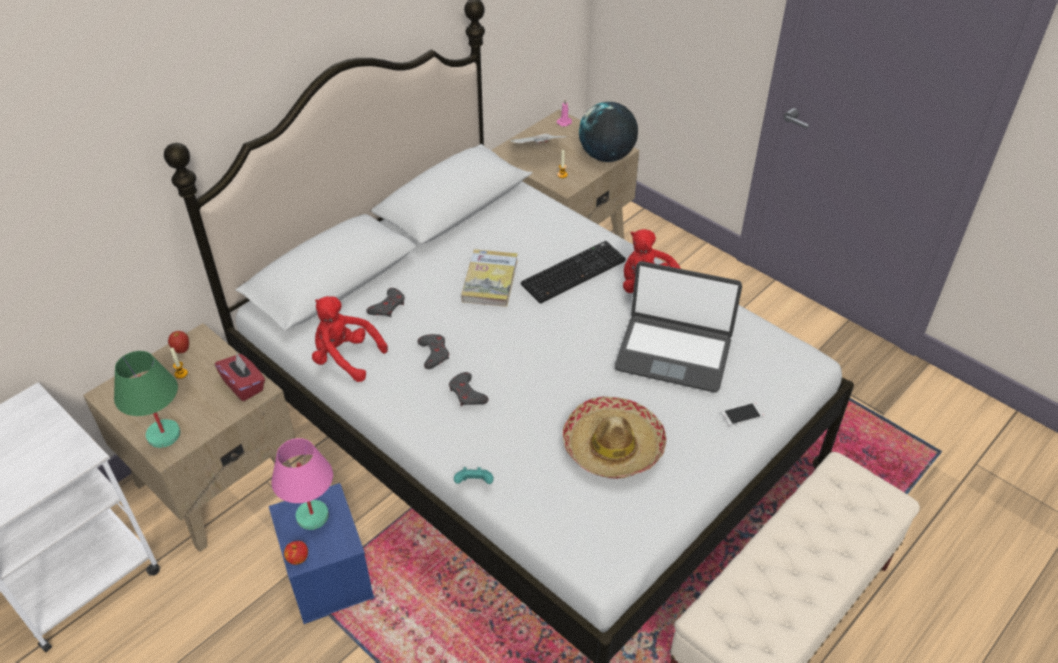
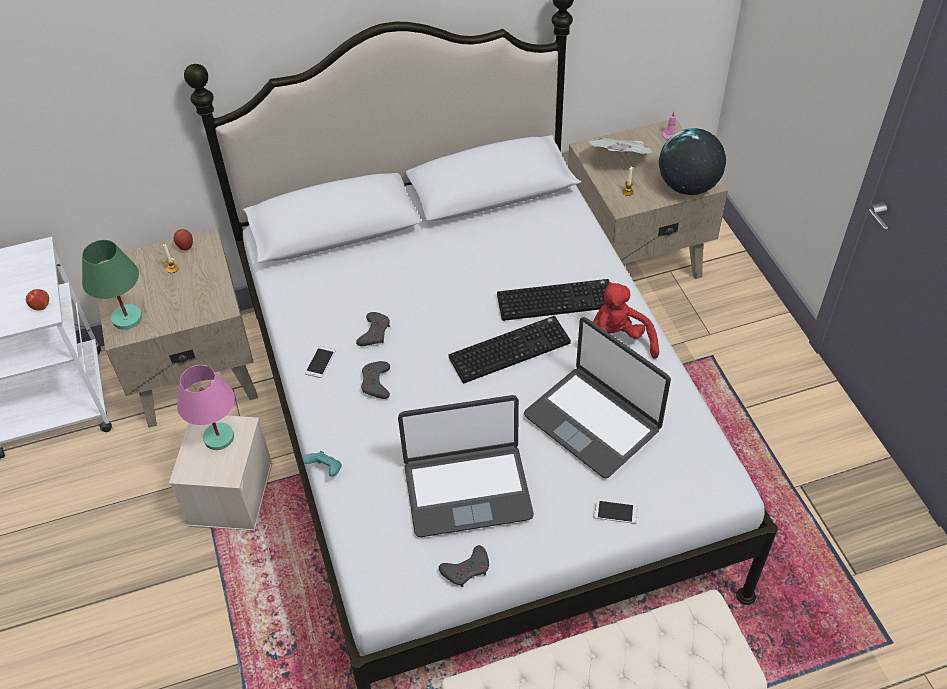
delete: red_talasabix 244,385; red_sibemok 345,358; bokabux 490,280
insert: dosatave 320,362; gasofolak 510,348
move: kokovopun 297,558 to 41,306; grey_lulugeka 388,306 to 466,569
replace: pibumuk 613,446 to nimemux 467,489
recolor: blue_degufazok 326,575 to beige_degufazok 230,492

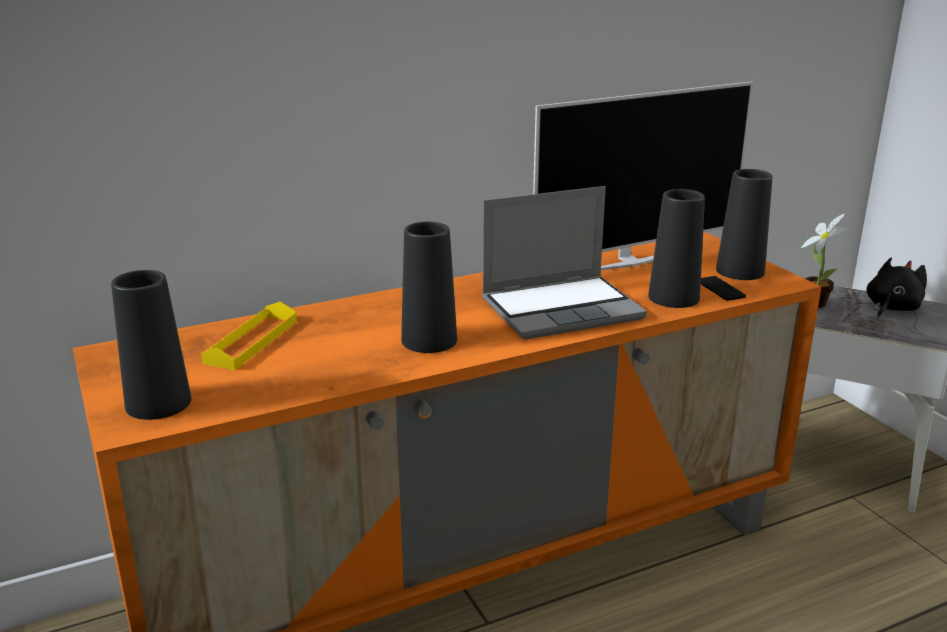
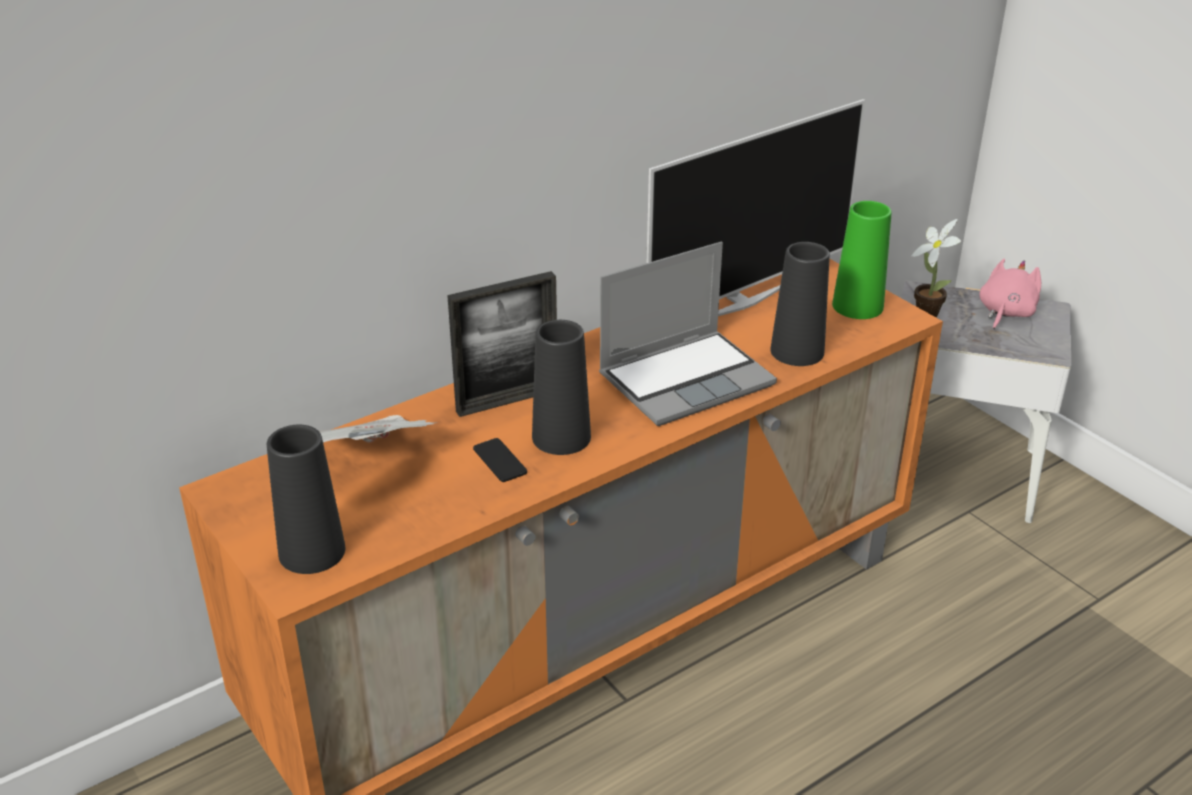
insert: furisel 507,400
move: dosatave 720,289 to 500,461
replace: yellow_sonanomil 251,341 to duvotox 373,458
recolor: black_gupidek 740,271 to green_gupidek 857,306; black_sibemok 891,308 to pink_sibemok 1005,313

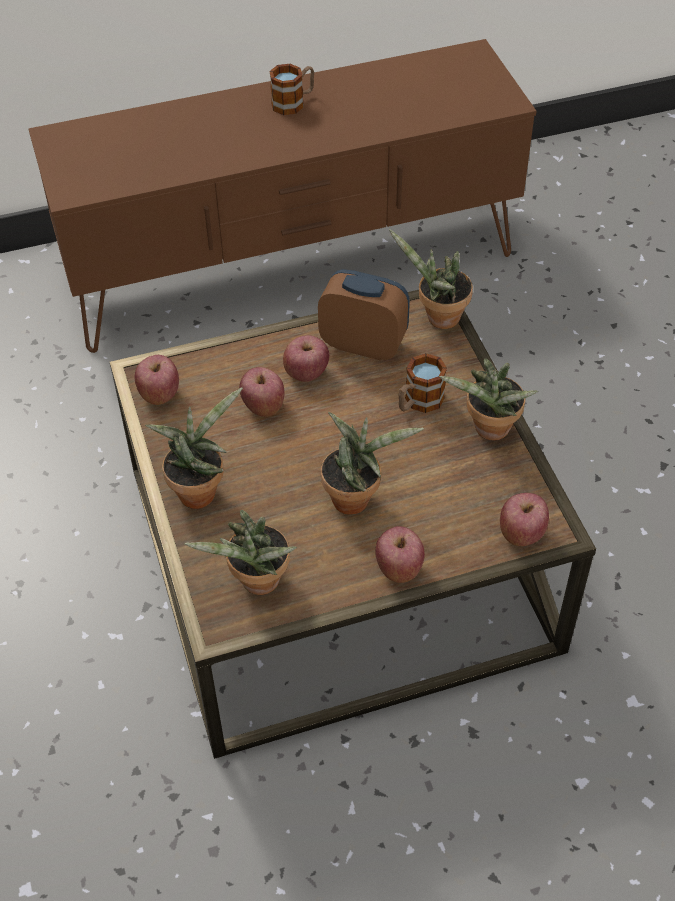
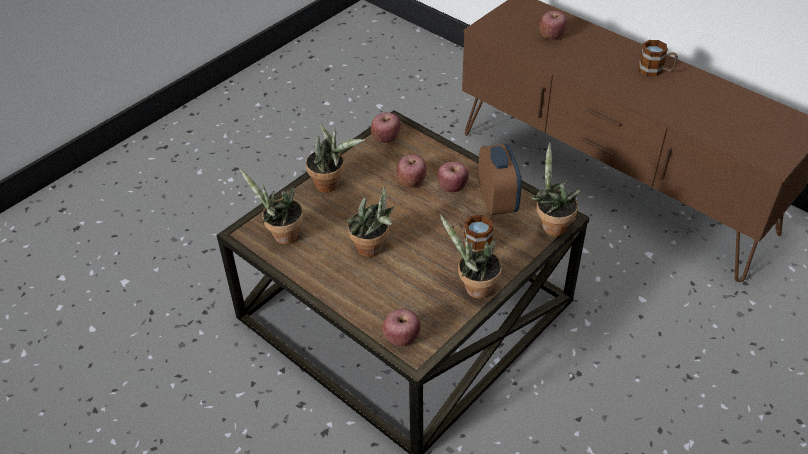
move: kokovopun 399,568 to 551,35

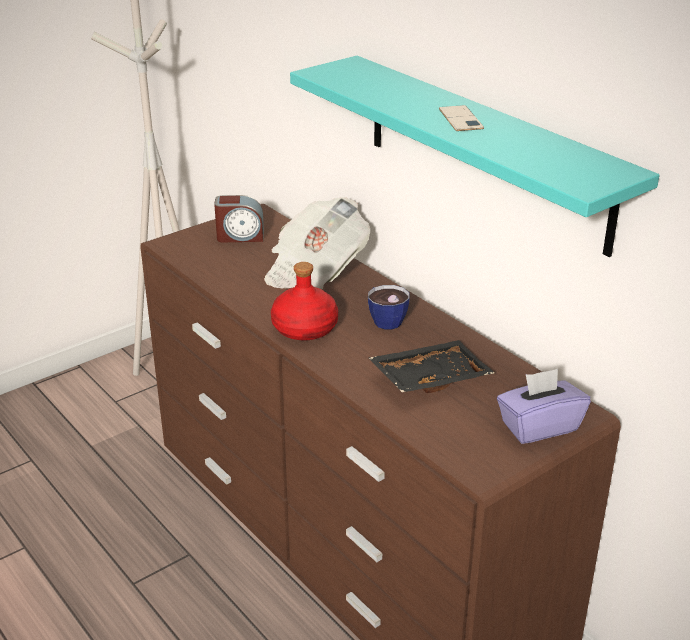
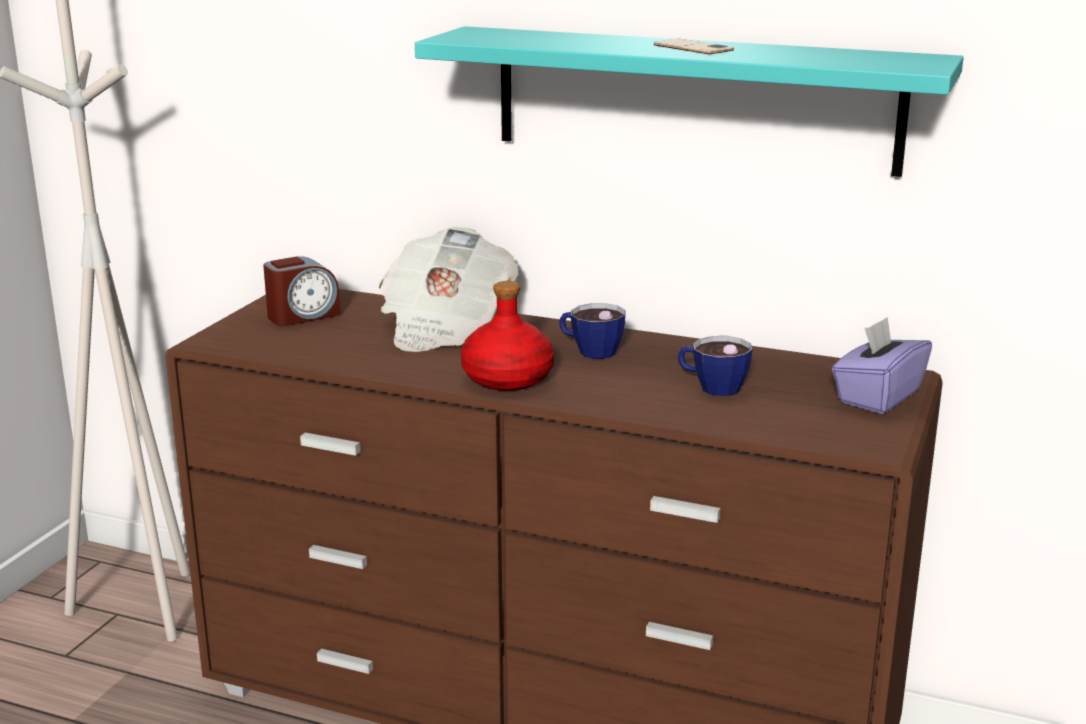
replace: black_sonanomil 429,378 to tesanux 711,386

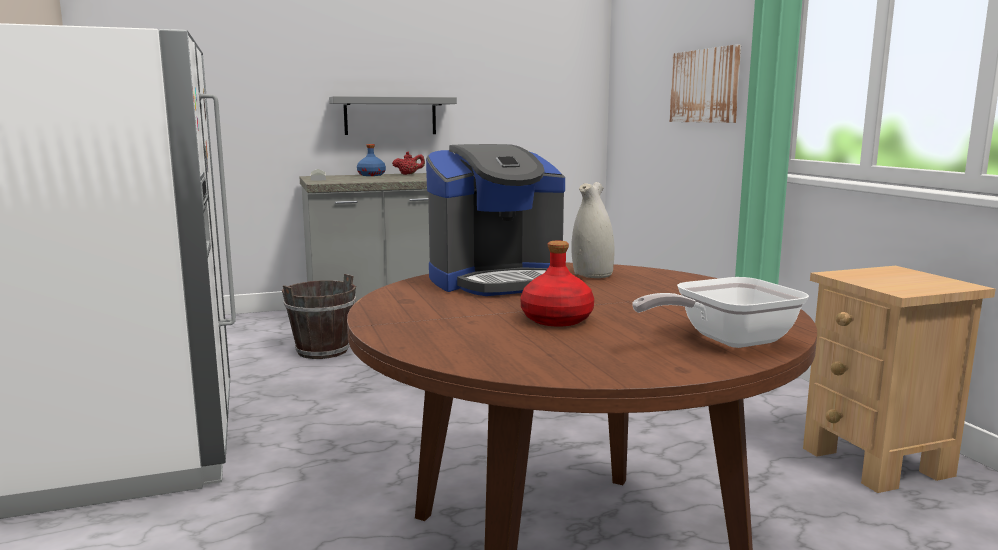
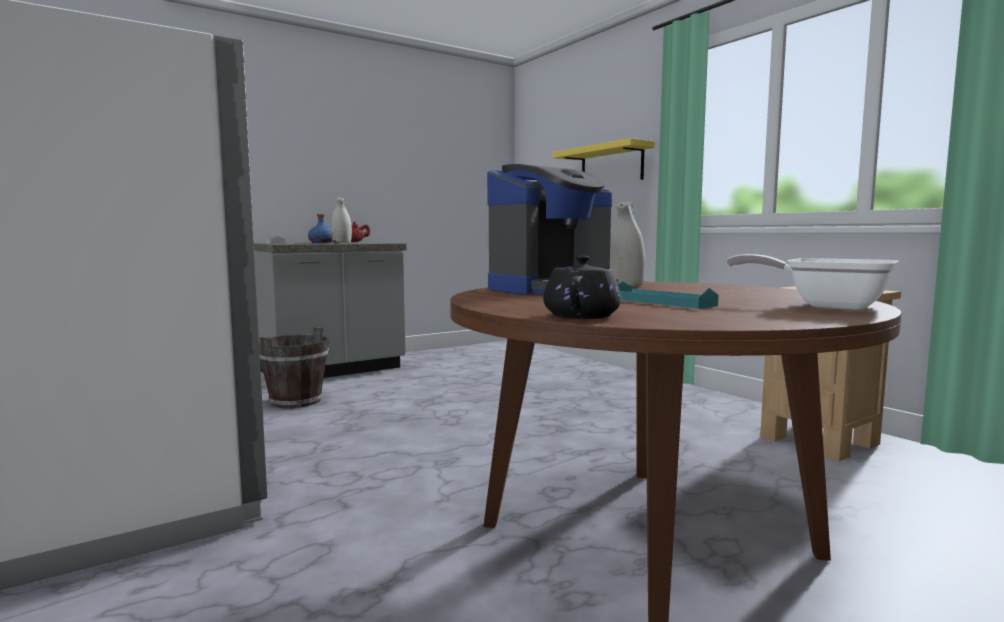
delete: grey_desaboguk 390,116
insert: white_gupidek 341,243; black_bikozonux 582,316
replace: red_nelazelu 557,319 to turquoise_sonanomil 662,302; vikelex 705,86 to yellow_desaboguk 611,165
rotate: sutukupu 725,341 = 825,305 75 degrees clockwise

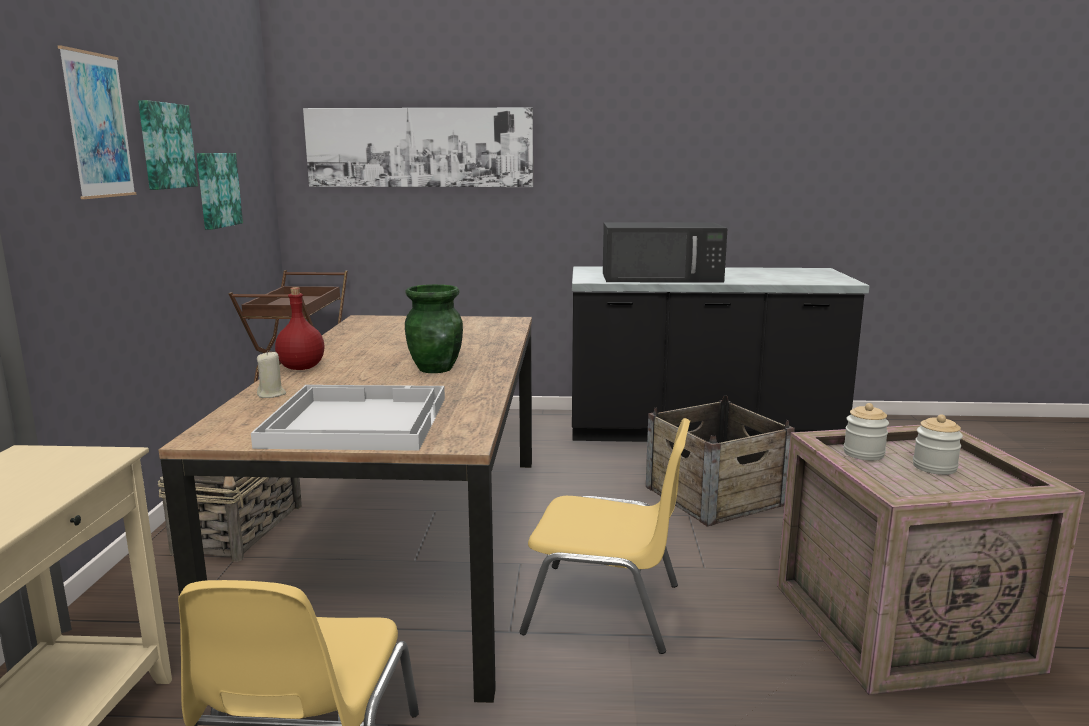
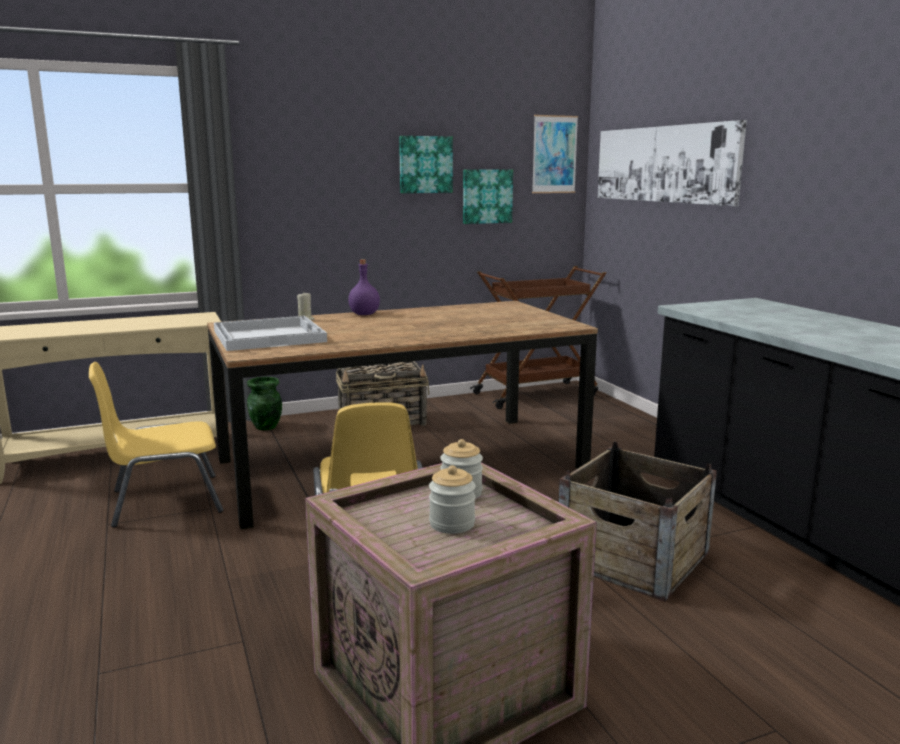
delete: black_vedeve 663,277
move: vikelex 98,126 to 554,154; green_gupidek 436,368 to 266,427
recolor: red_nelazelu 301,368 to purple_nelazelu 363,314

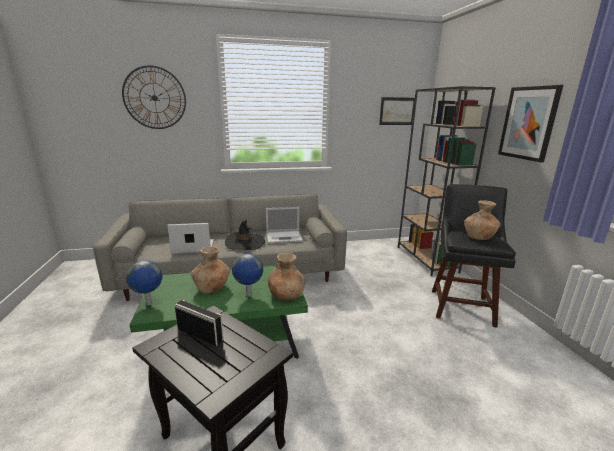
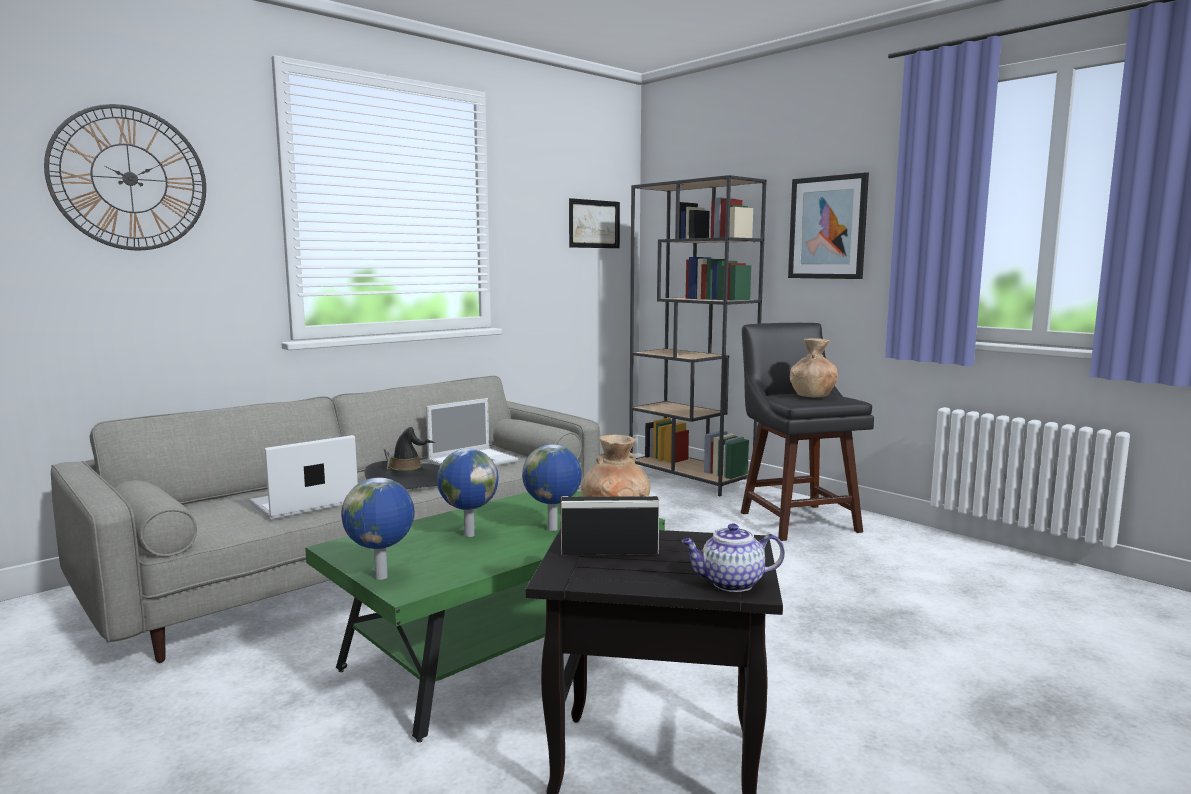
insert: bikozonux 730,583
replace: brown_gupidek 212,287 to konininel 468,535

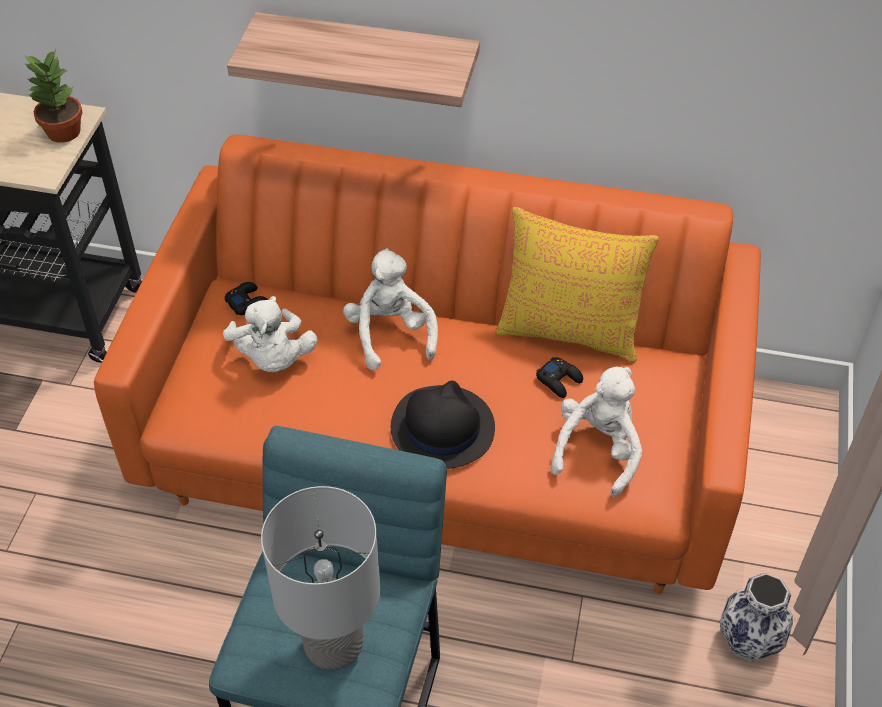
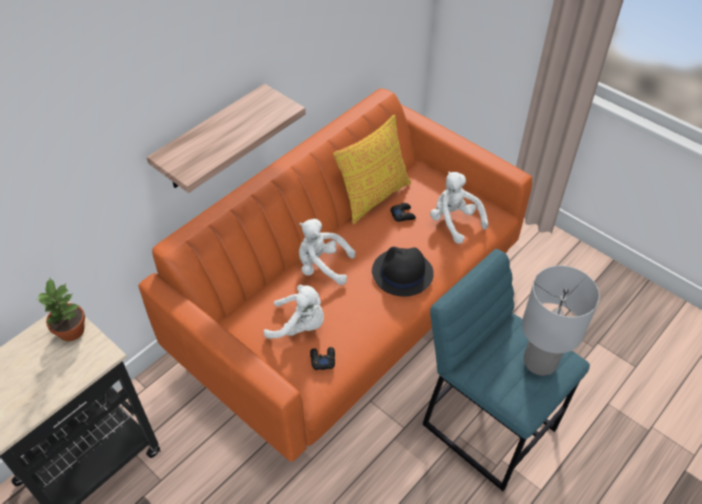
delete: gupidek 747,641
move: black_lulugeka 247,302 to 322,359

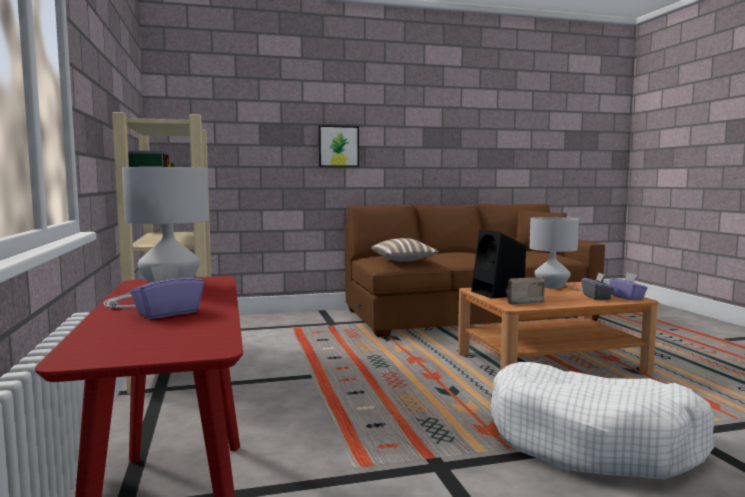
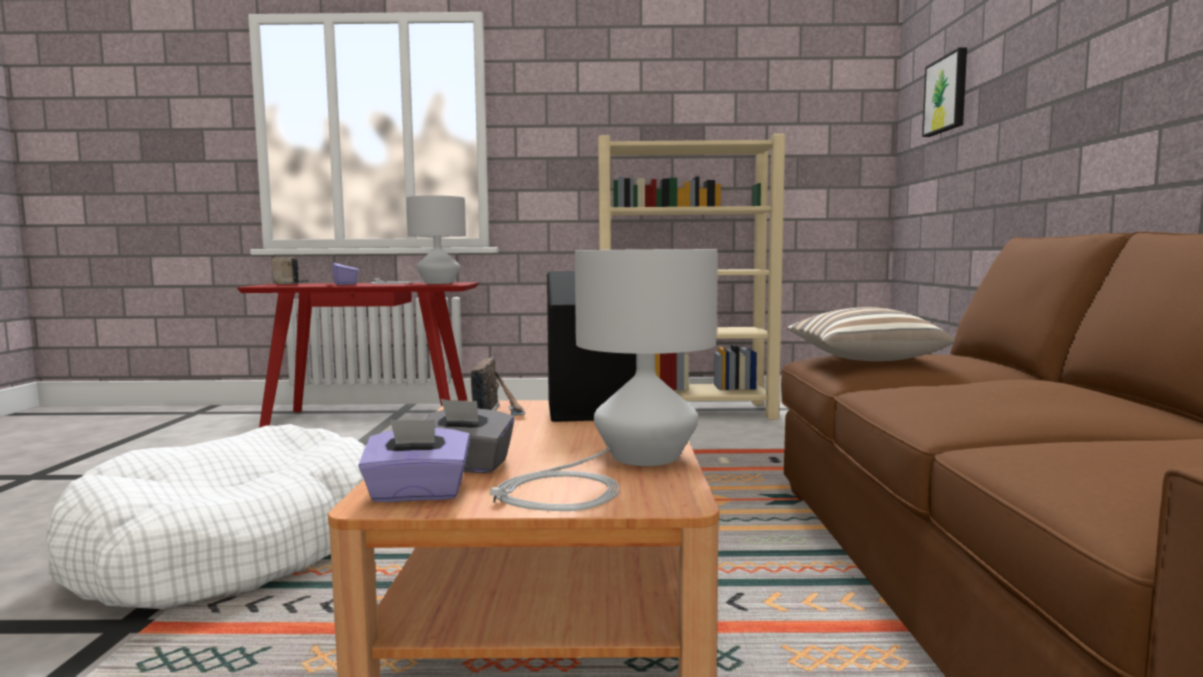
insert: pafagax 291,284
move: vikelex 338,146 to 947,94

